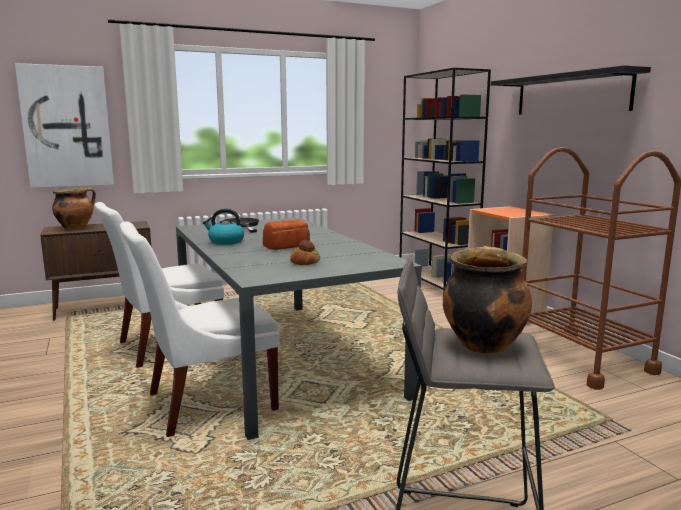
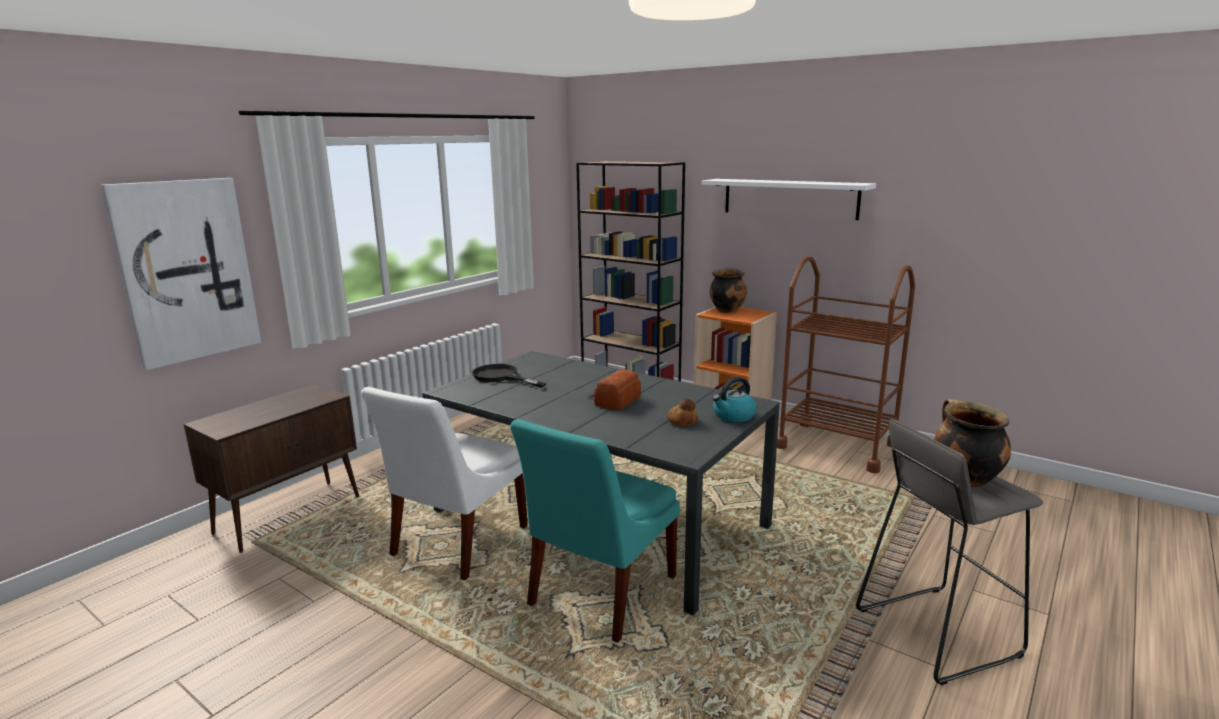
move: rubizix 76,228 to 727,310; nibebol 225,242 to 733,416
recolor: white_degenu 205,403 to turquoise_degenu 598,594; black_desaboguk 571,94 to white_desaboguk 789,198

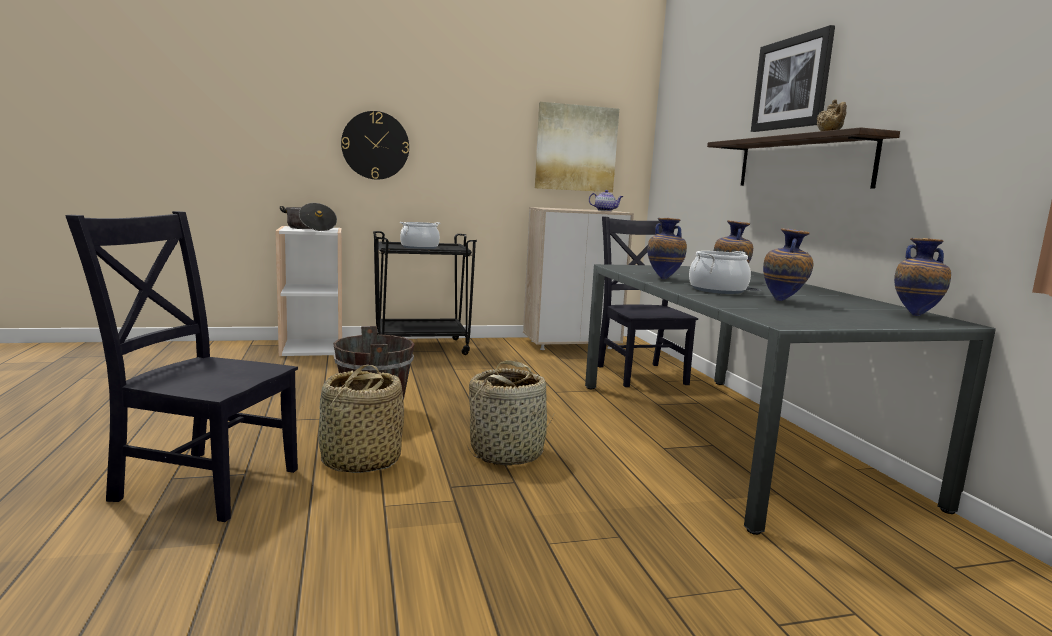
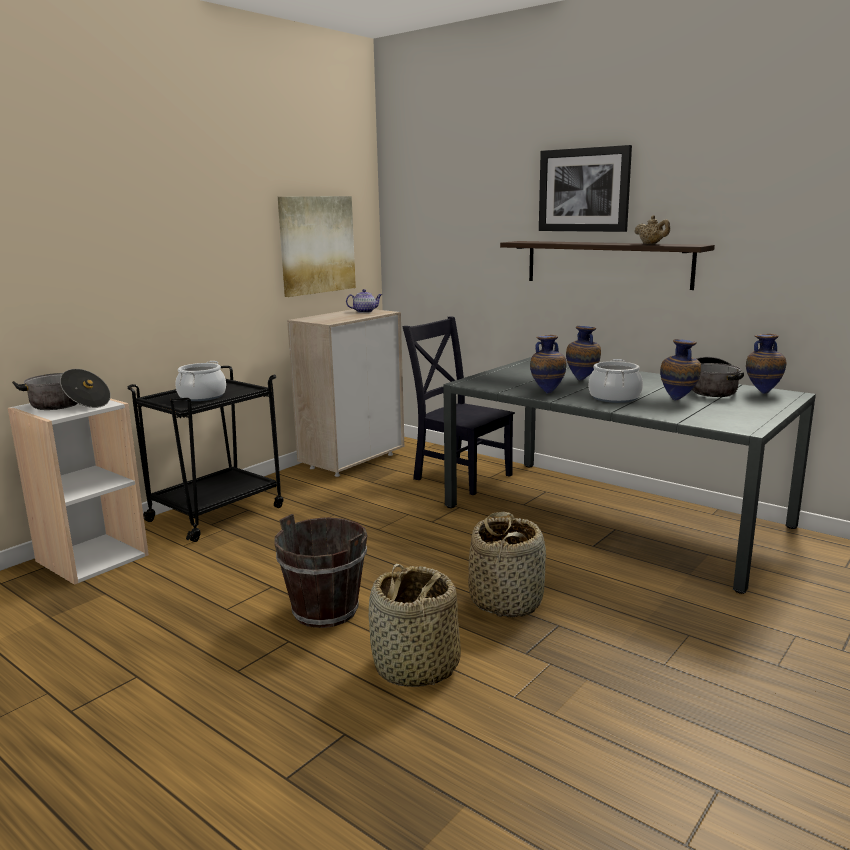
delete: black_degenu 202,482; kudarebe 375,145
insert: rubizix 712,390

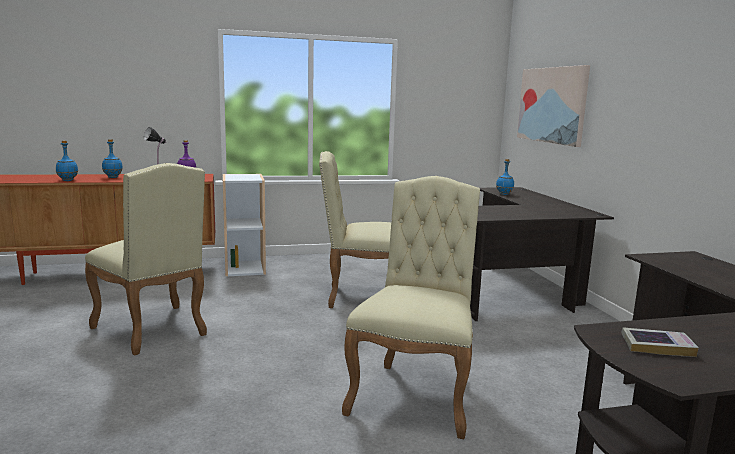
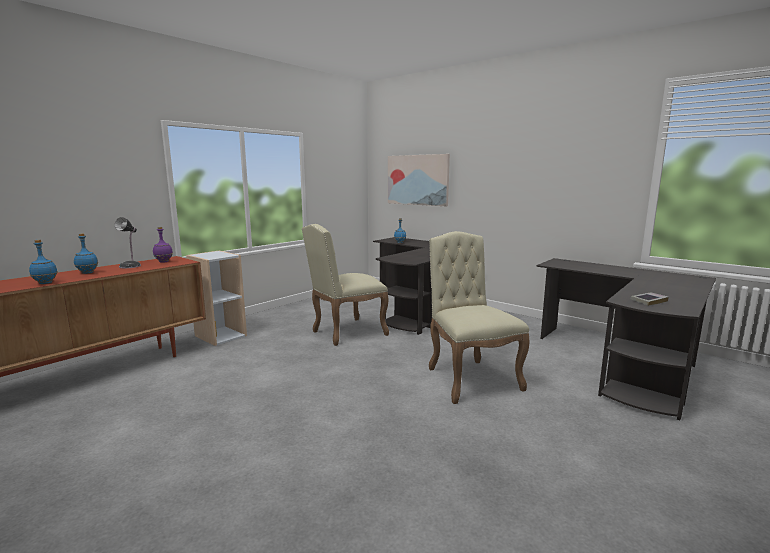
delete: beige_degenu 154,331

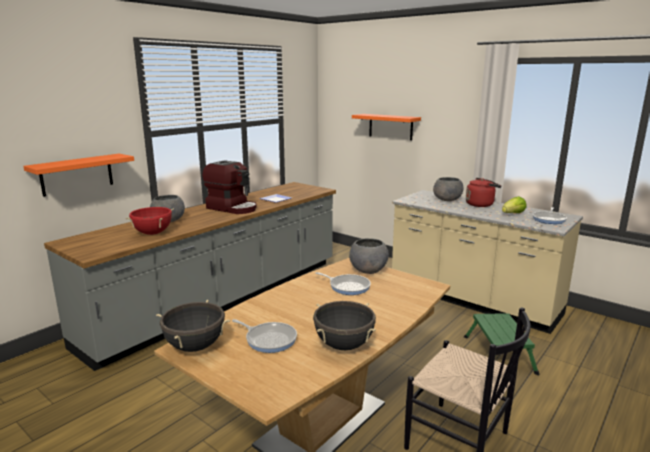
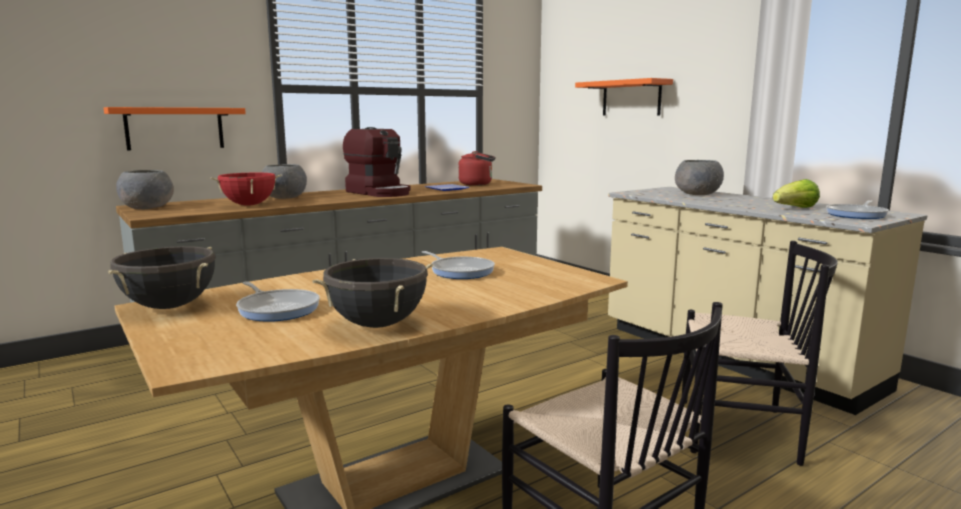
move: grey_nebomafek 368,269 to 148,207; red_nibebol 481,204 to 478,184
replace: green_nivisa 499,355 to black_degenu 743,432

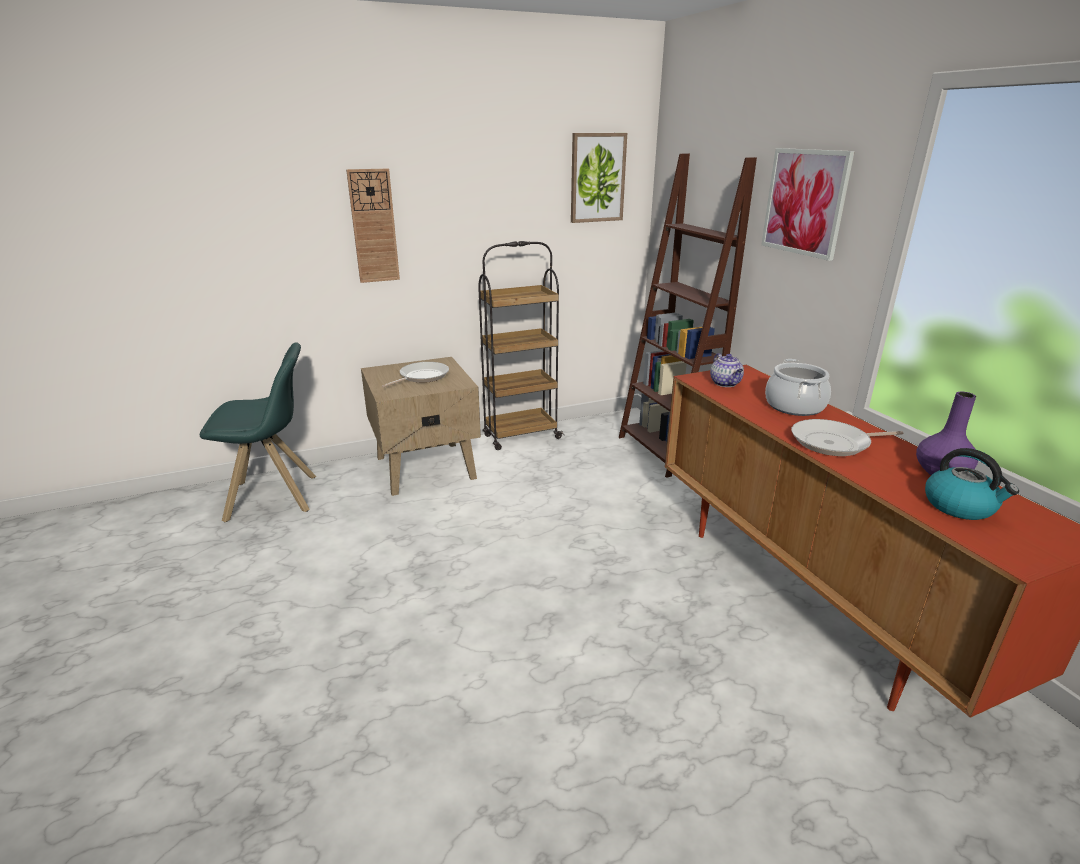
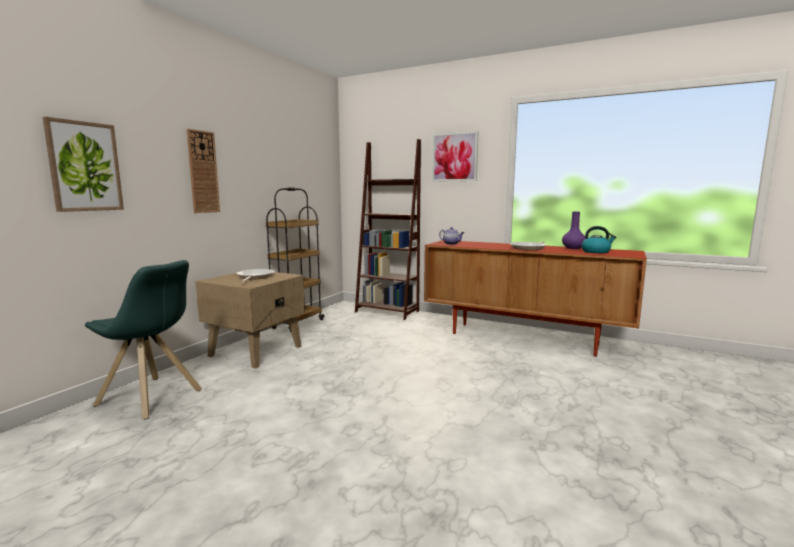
delete: rubizix 795,406
move: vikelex 597,178 to 84,166
rotate: turquoise_degenu 273,497 = 150,397 75 degrees clockwise

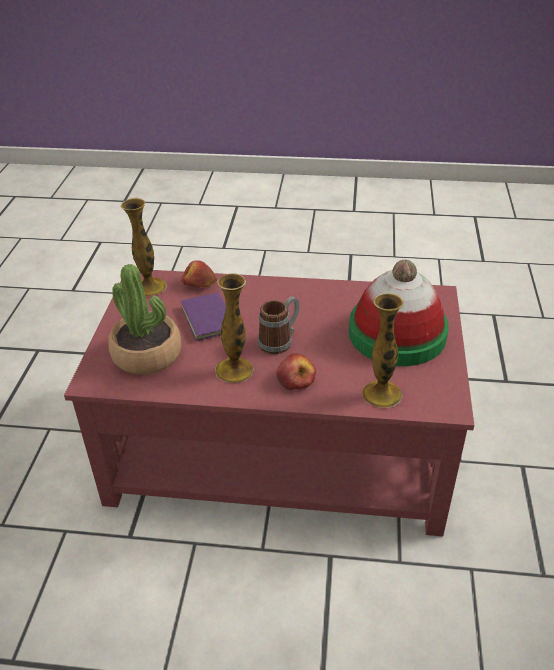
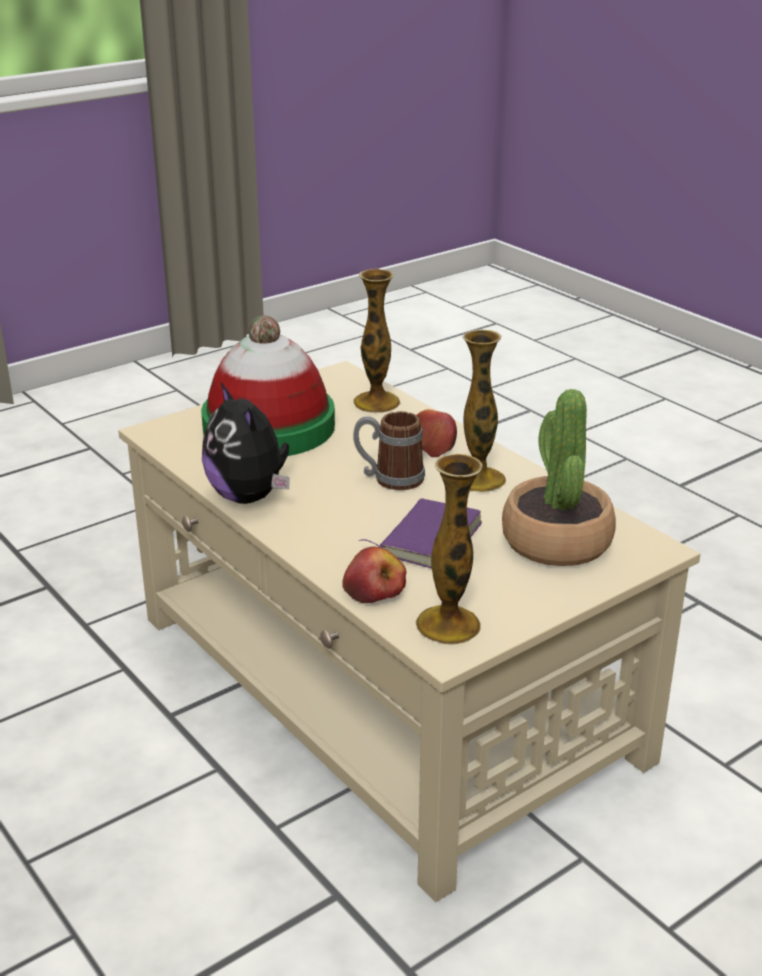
insert: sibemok 249,496
recolor: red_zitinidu 277,448 to beige_zitinidu 384,688

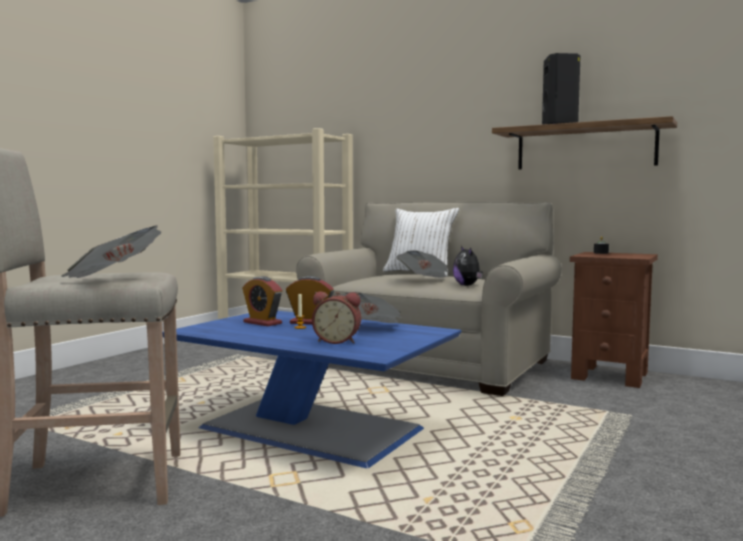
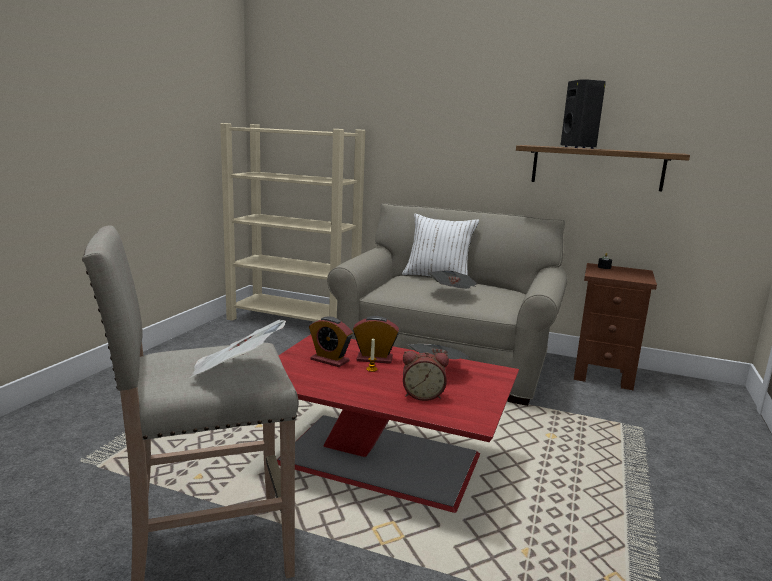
delete: sibemok 468,285
recolor: blue_zitinidu 315,429 to red_zitinidu 383,459

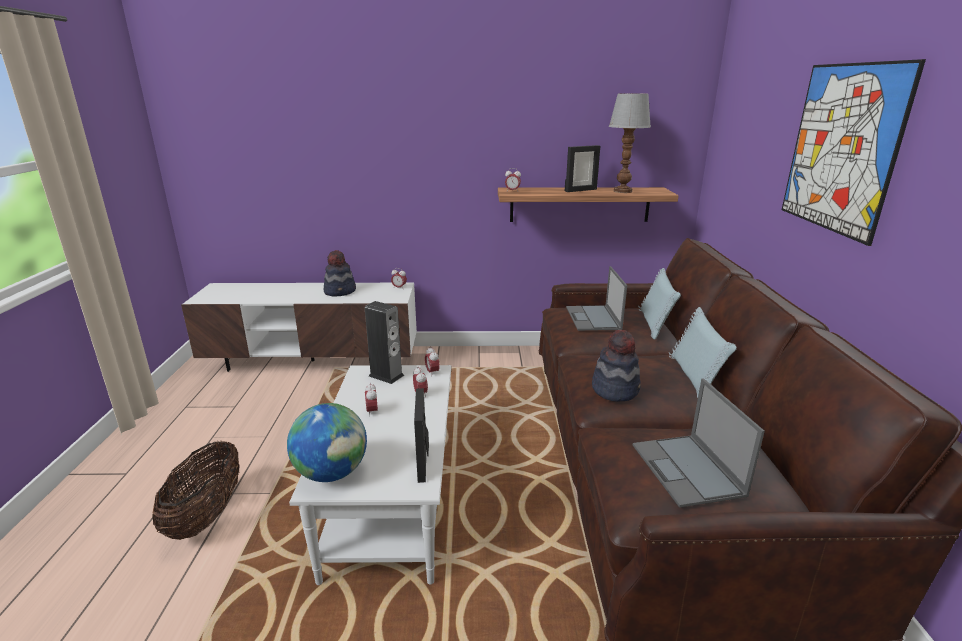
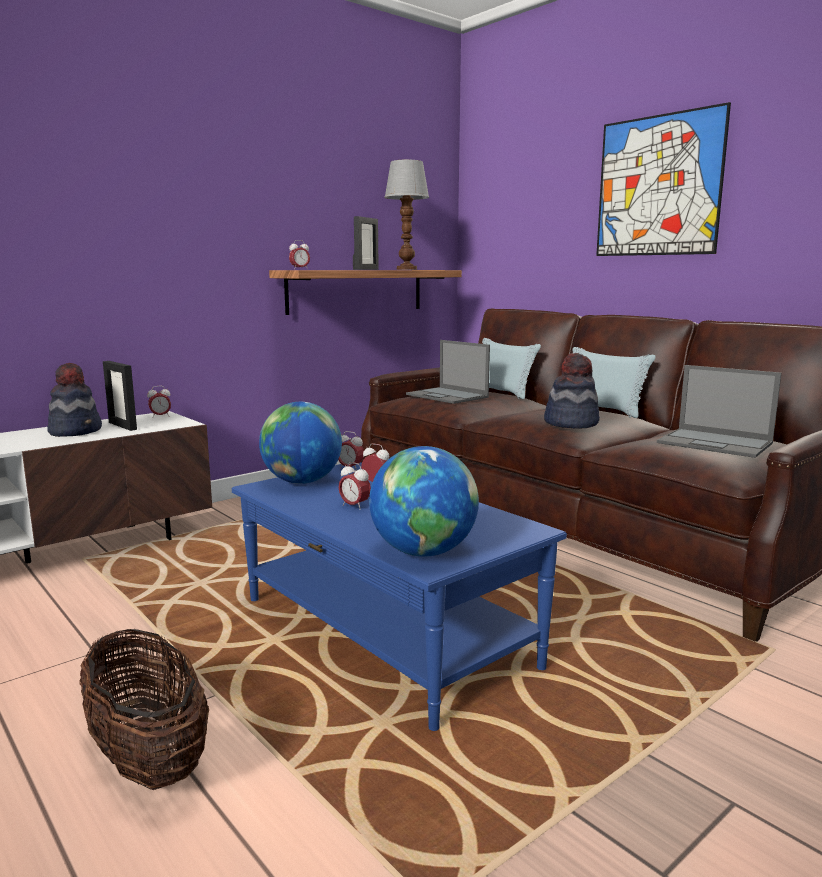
move: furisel 423,463 to 123,426
replace: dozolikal 386,375 to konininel 302,482
recolor: white_zitinidu 392,498 to blue_zitinidu 385,633

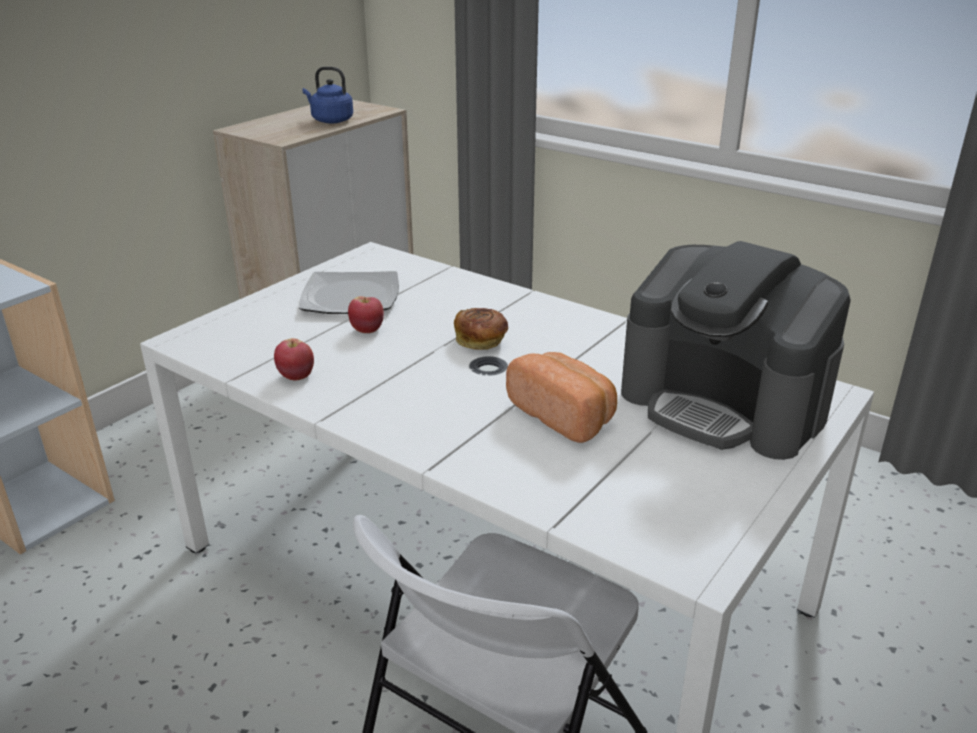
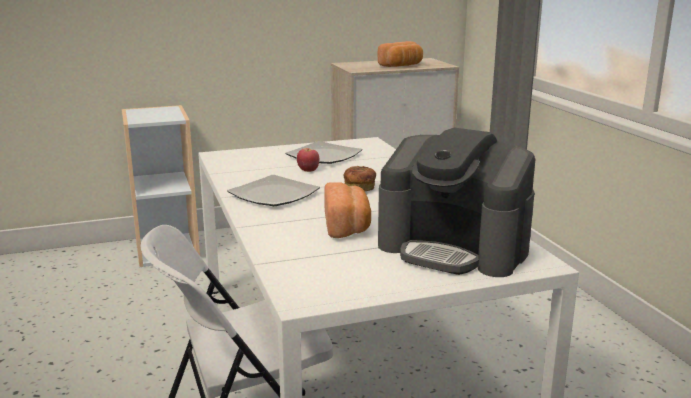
delete: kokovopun 296,376
insert: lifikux 274,194
replace: blue_nibebol 330,120 to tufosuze 402,66
rotate: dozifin 724,404 = 454,248 45 degrees counterclockwise

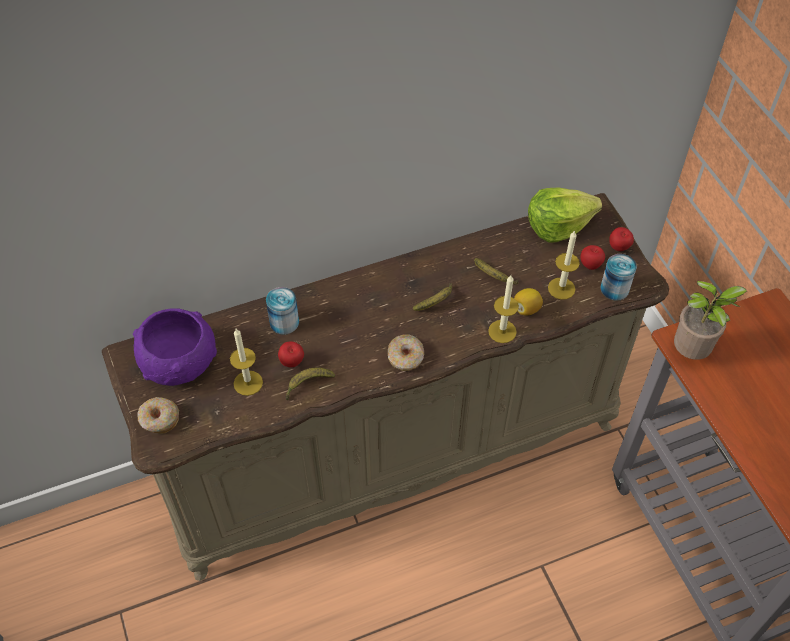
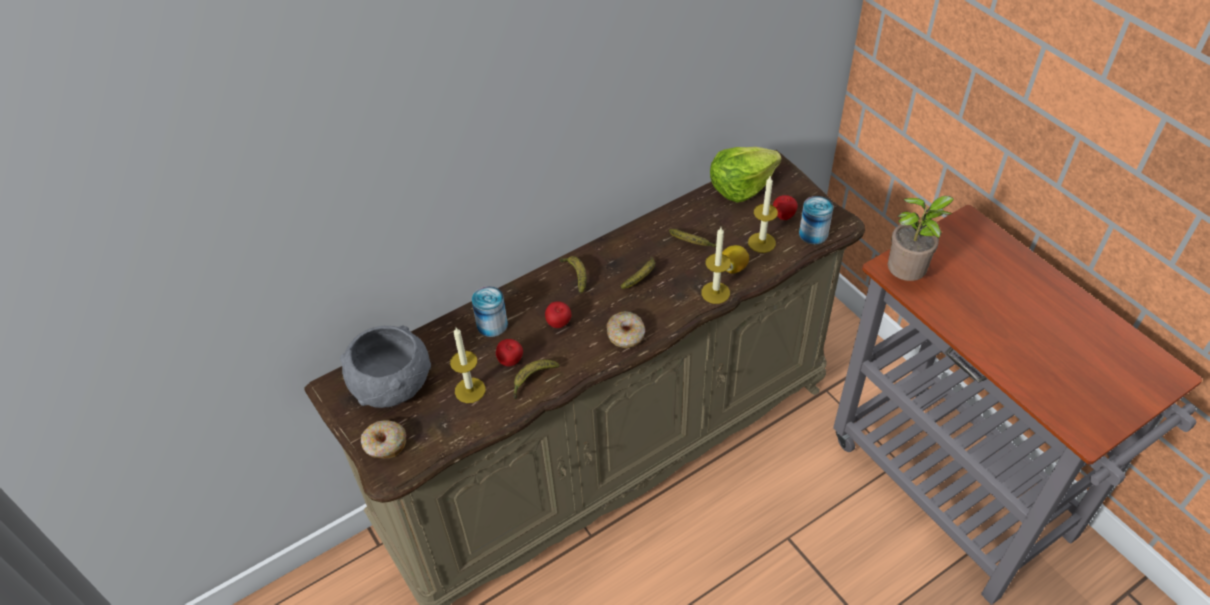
insert: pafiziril 576,276
move: kokovopun 619,248 to 559,324
recolor: purple_nebomafek 179,362 to grey_nebomafek 391,383

